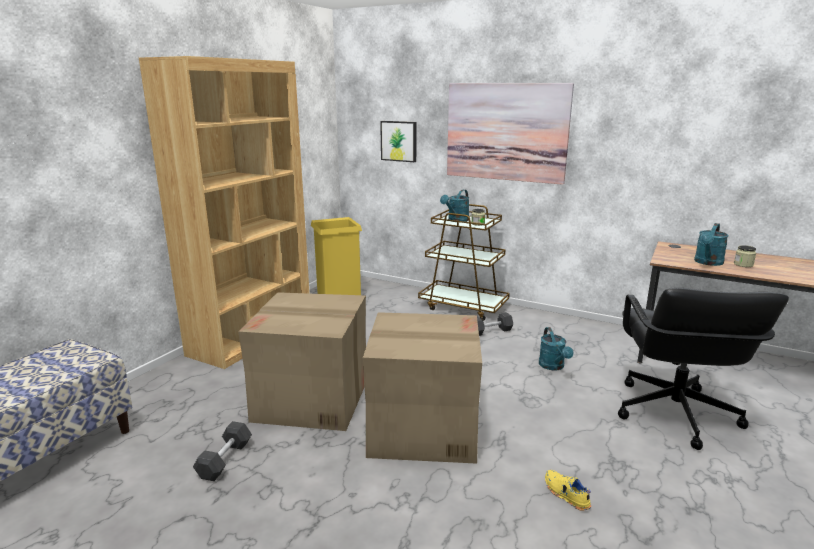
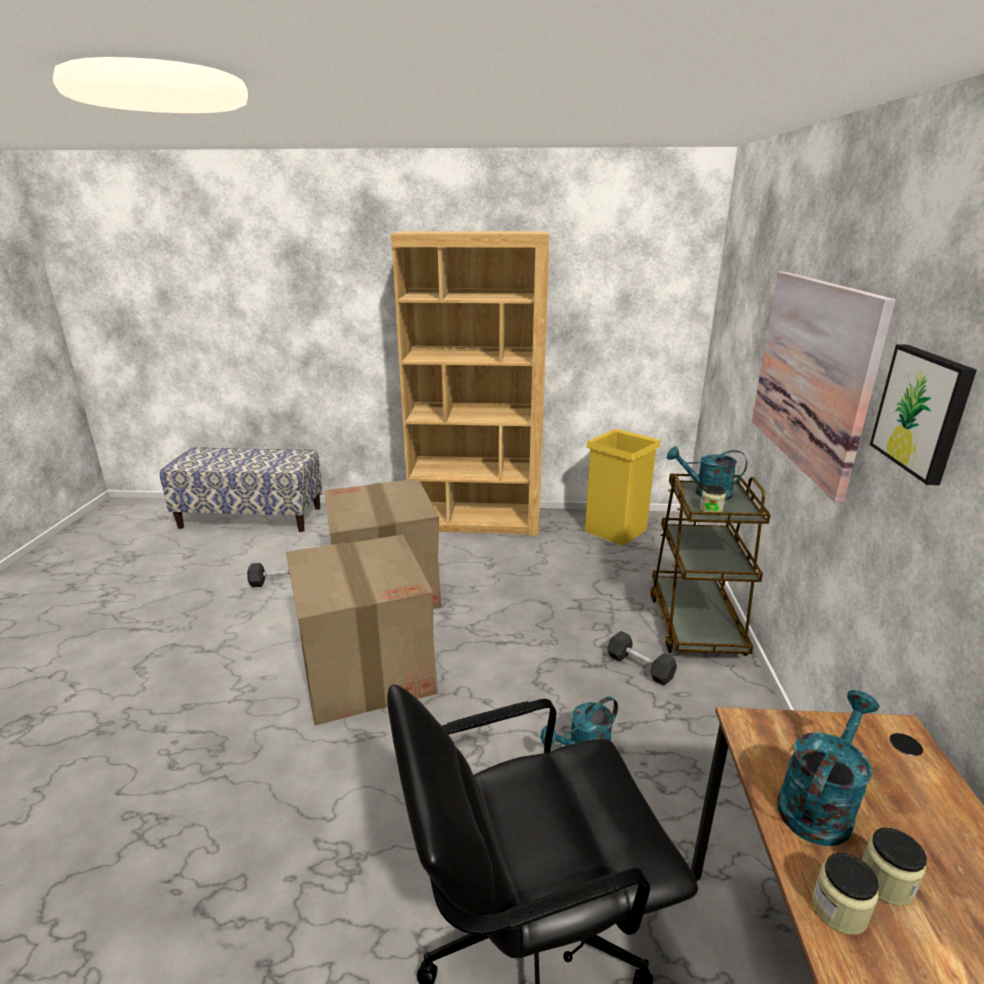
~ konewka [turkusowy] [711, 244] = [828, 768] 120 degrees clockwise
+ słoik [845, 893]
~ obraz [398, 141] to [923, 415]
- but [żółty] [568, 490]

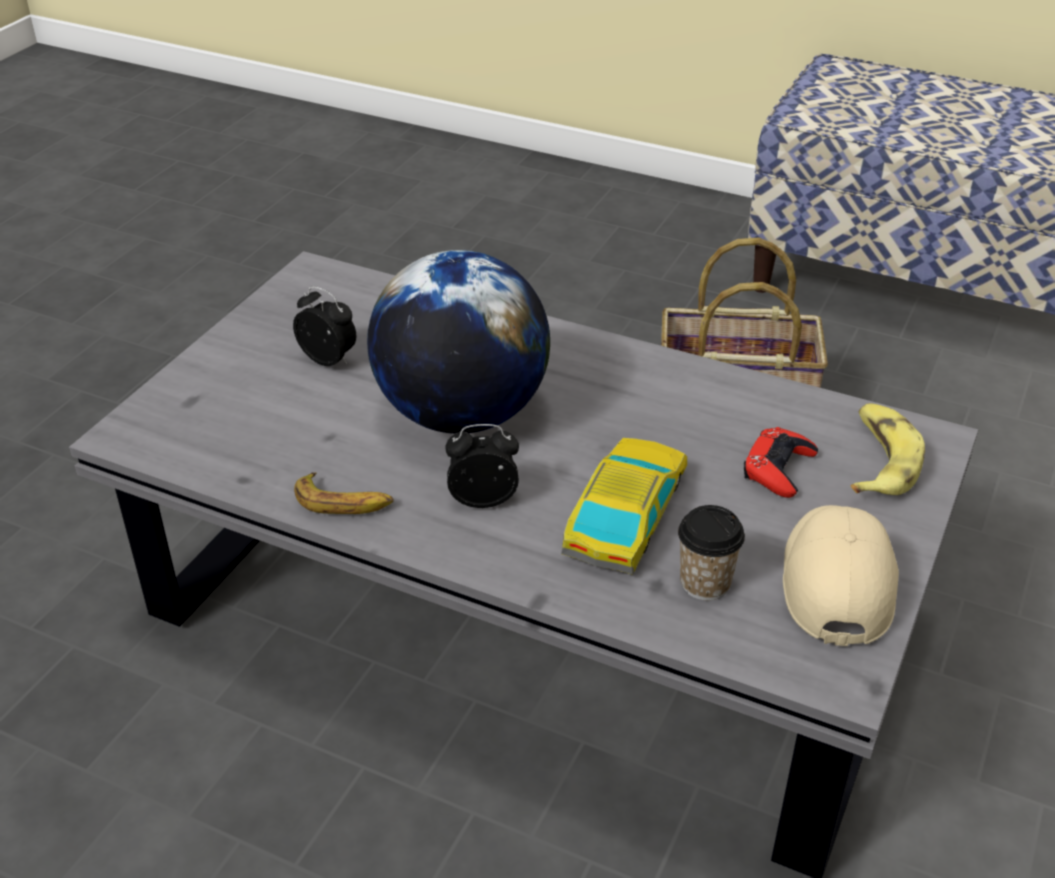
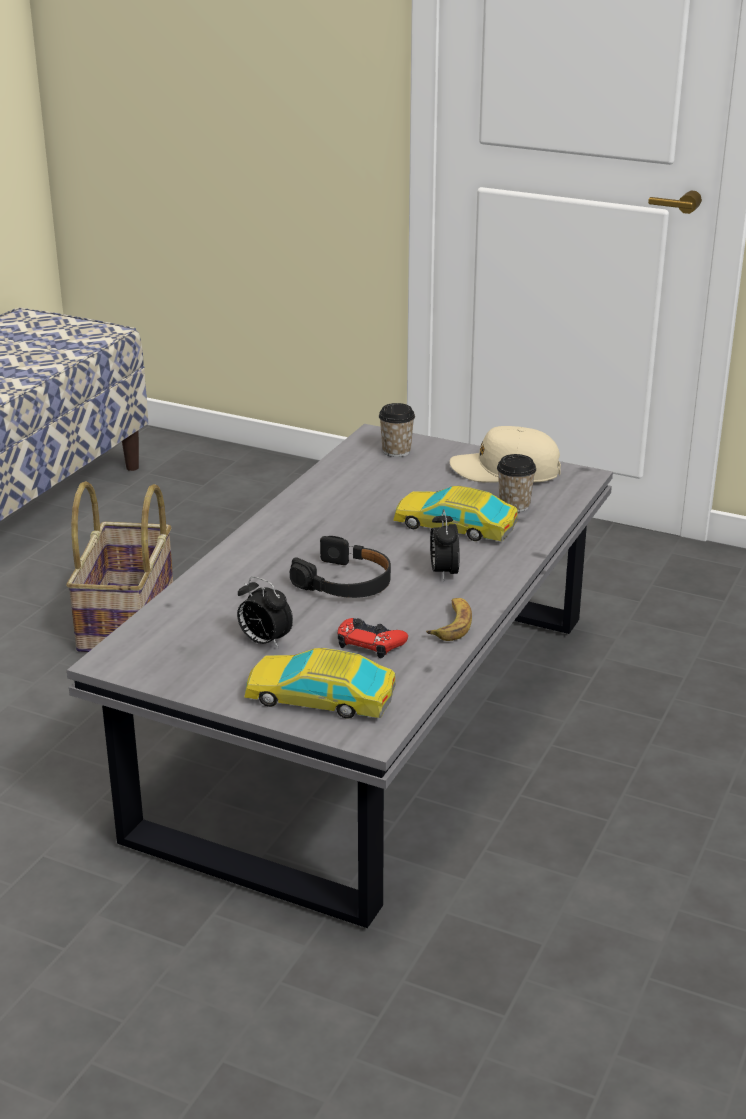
~ budzik [324, 326] = [265, 613] 90 degrees counterclockwise
+ samochodzik [320, 683]
~ globus [458, 342] to słuchawki [czarny] [340, 567]
~ pad do gier [czerwony] [781, 462] to [373, 638]
~ banan [887, 449] to filiżanka [397, 430]

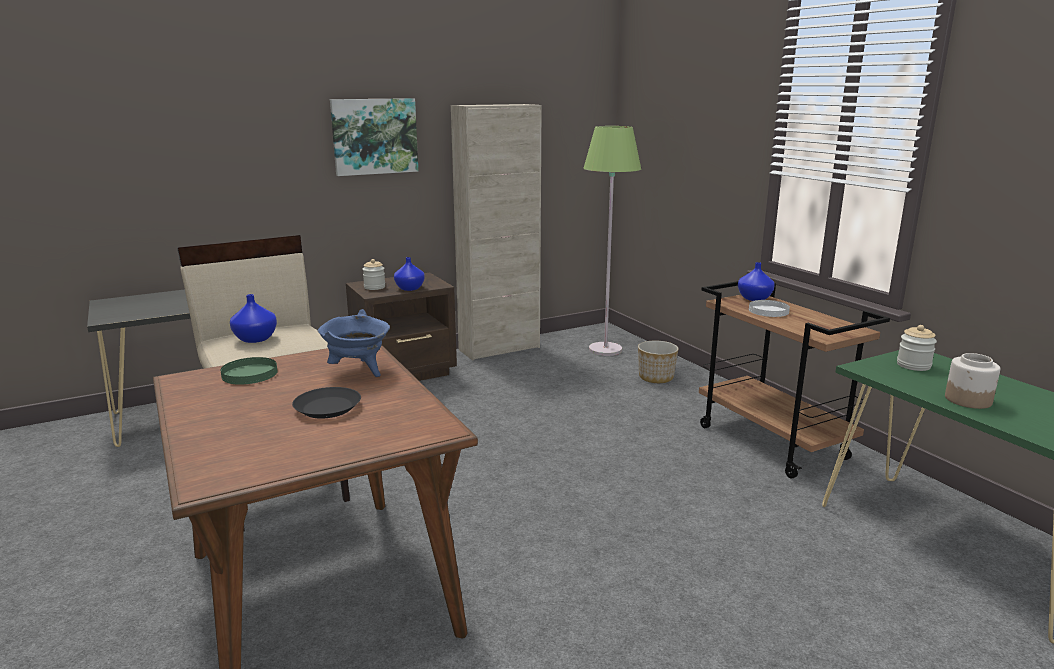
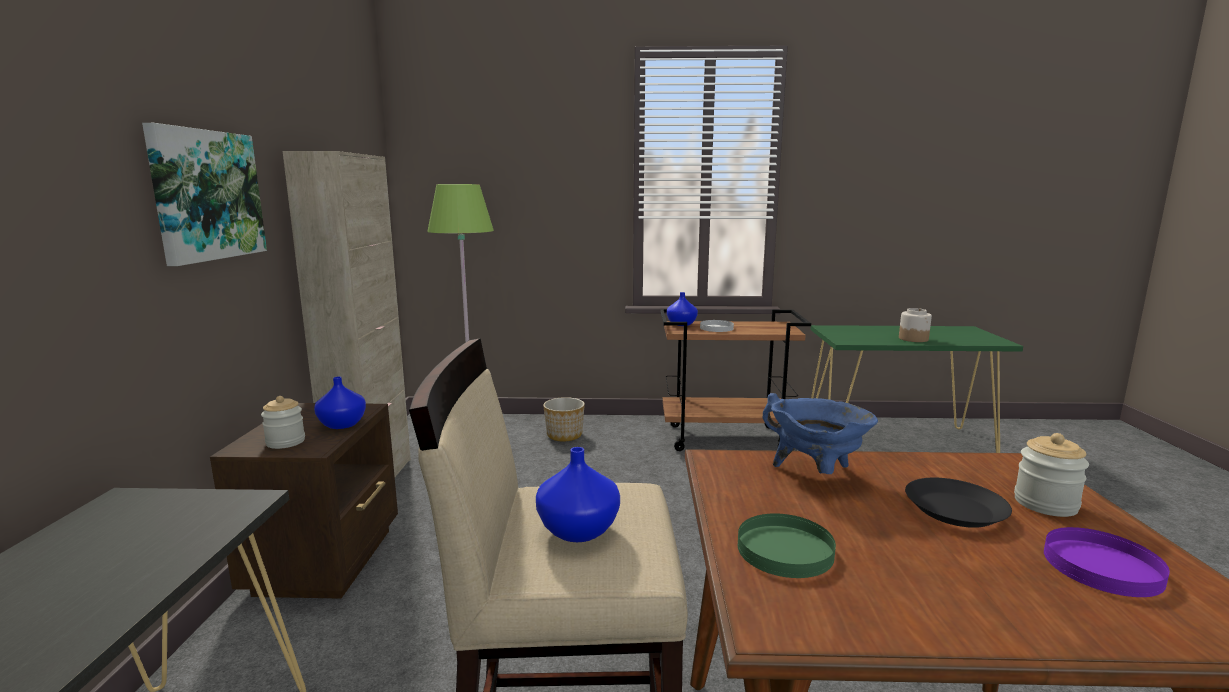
~ słoik [917, 348] to [1051, 475]
+ talerz [fioletowy] [1107, 562]

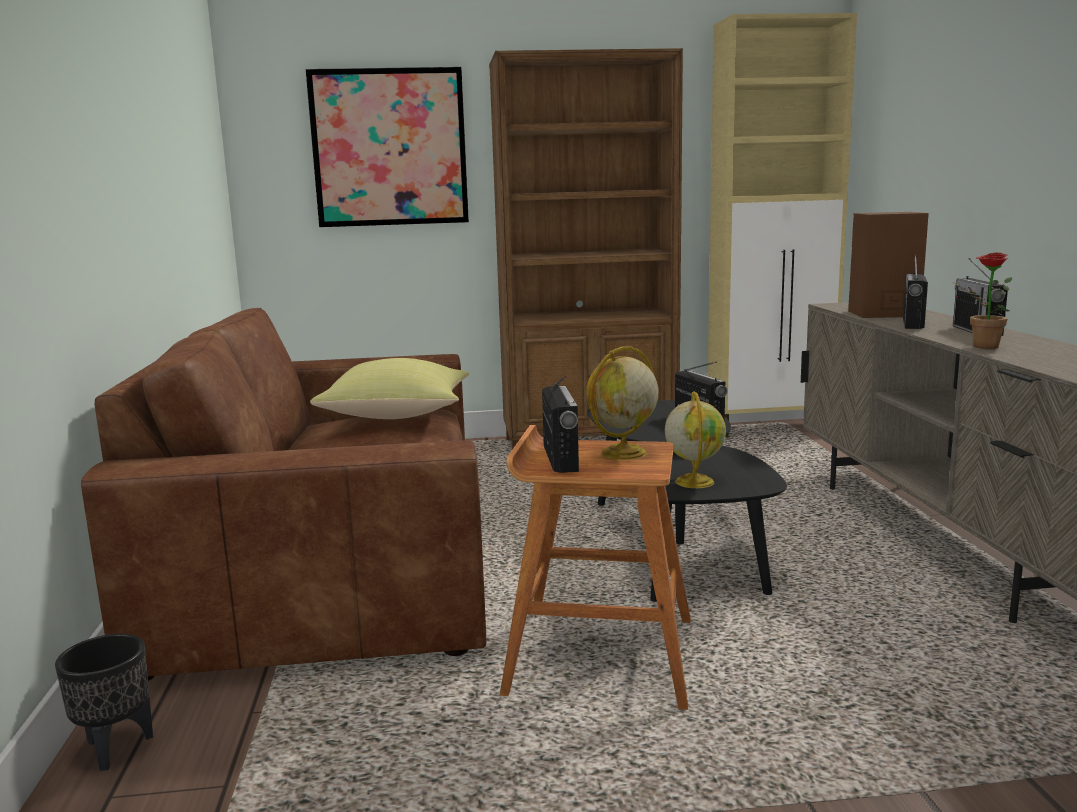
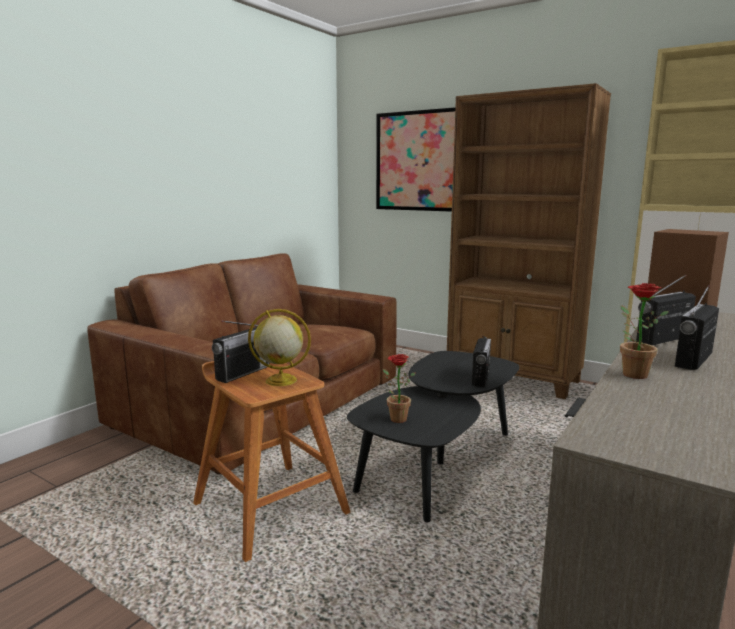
~ globus [695, 440] to roślina doniczkowa [399, 388]
- donica [czarny] [104, 702]
- poduszka [żółty] [389, 388]

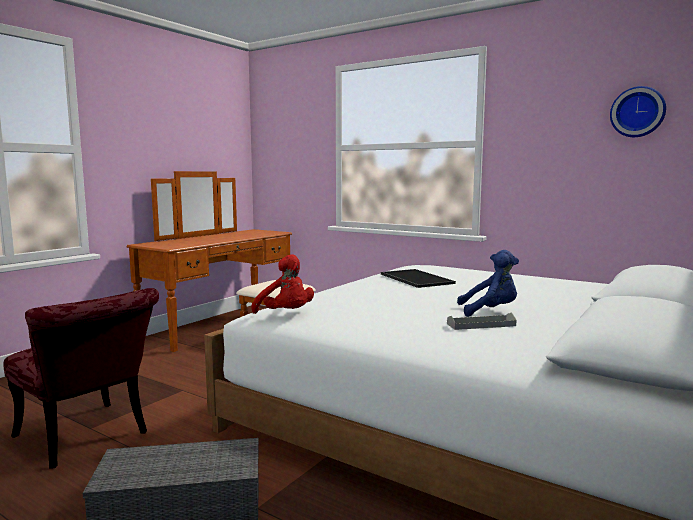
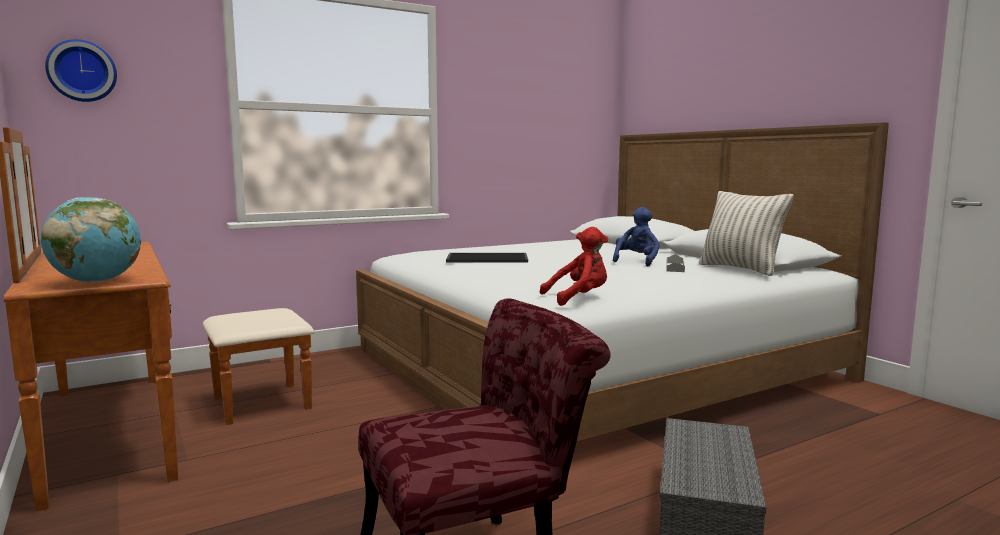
+ globus [91, 240]
~ zegar ścienny [638, 111] to [81, 70]
+ poduszka [746, 233]

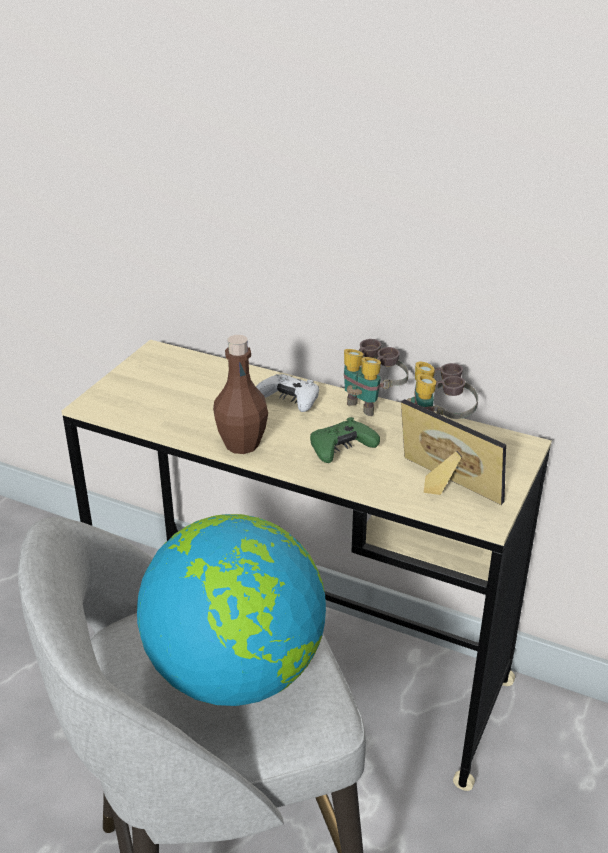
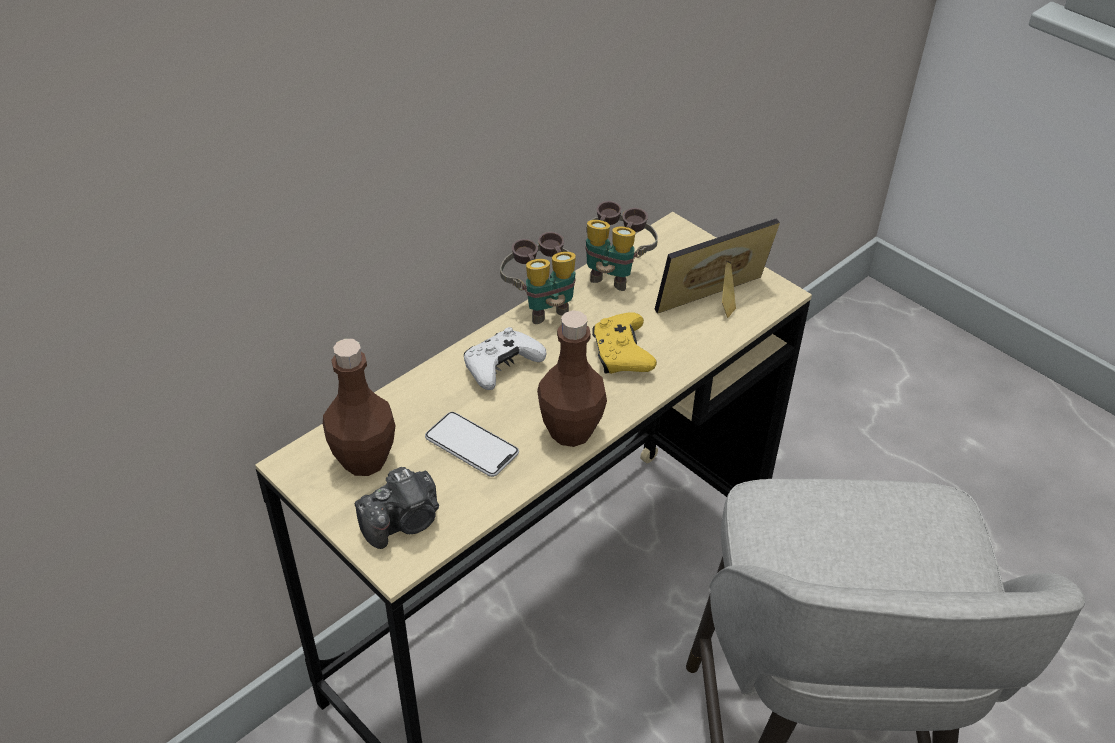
+ butelka [brązowy] [359, 407]
+ aparat fotograficzny [397, 508]
+ telefon [472, 444]
~ pad do gier [zielony] [345, 440] to pad do gier [żółty] [624, 343]
- globus [231, 610]

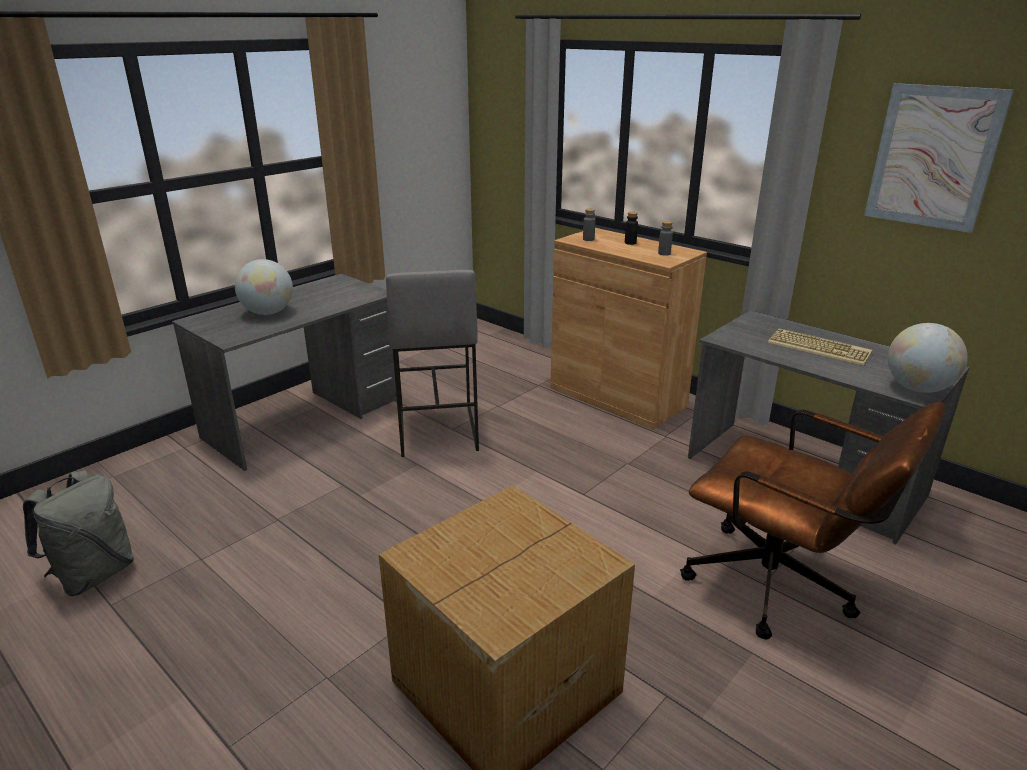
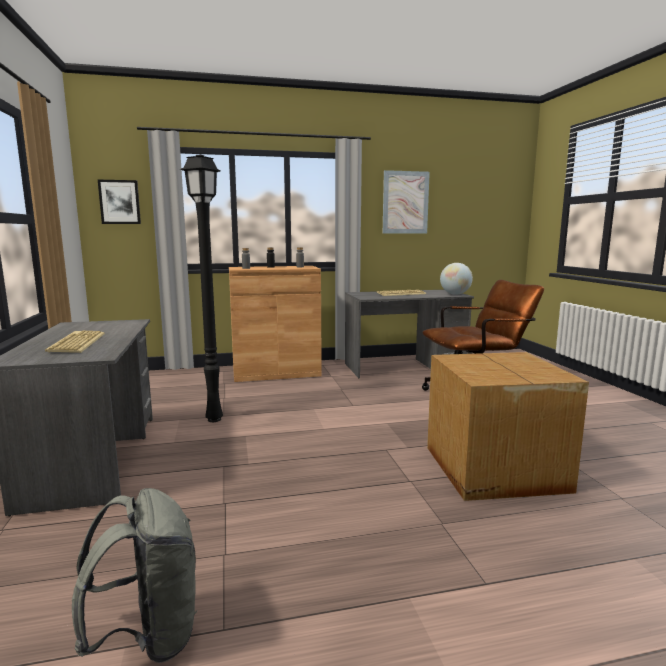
~ globus [264, 287] to klawiatura [75, 341]
+ obraz [119, 202]
~ stołek [szary] [432, 363] to lampa stojąca [czarny] [201, 288]

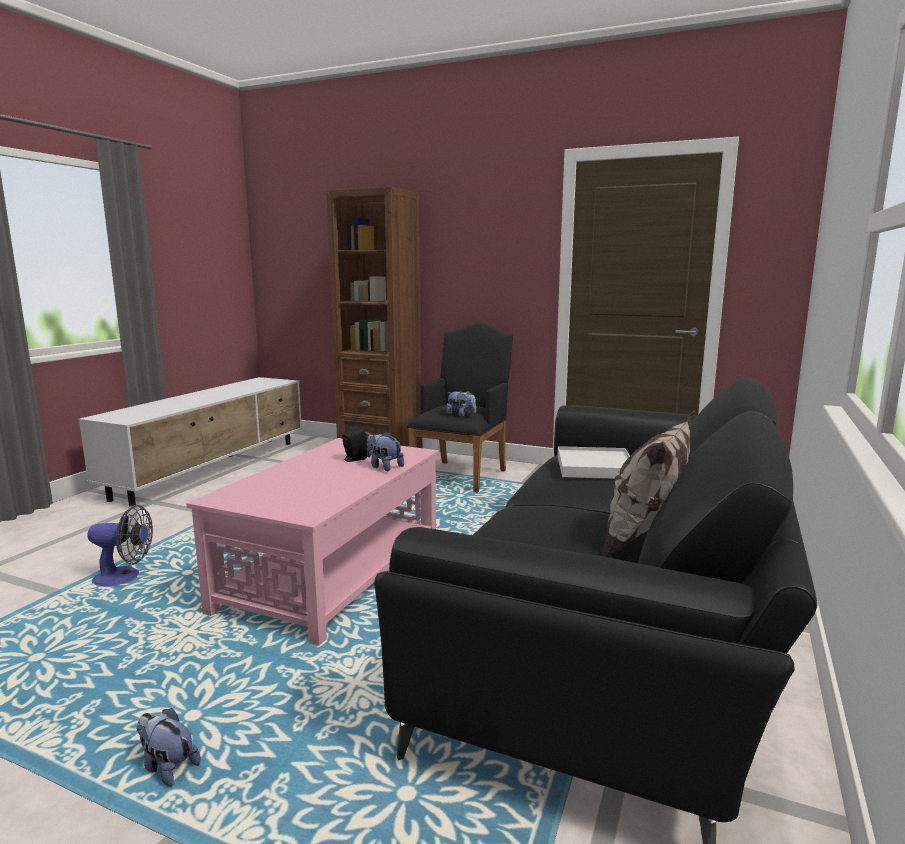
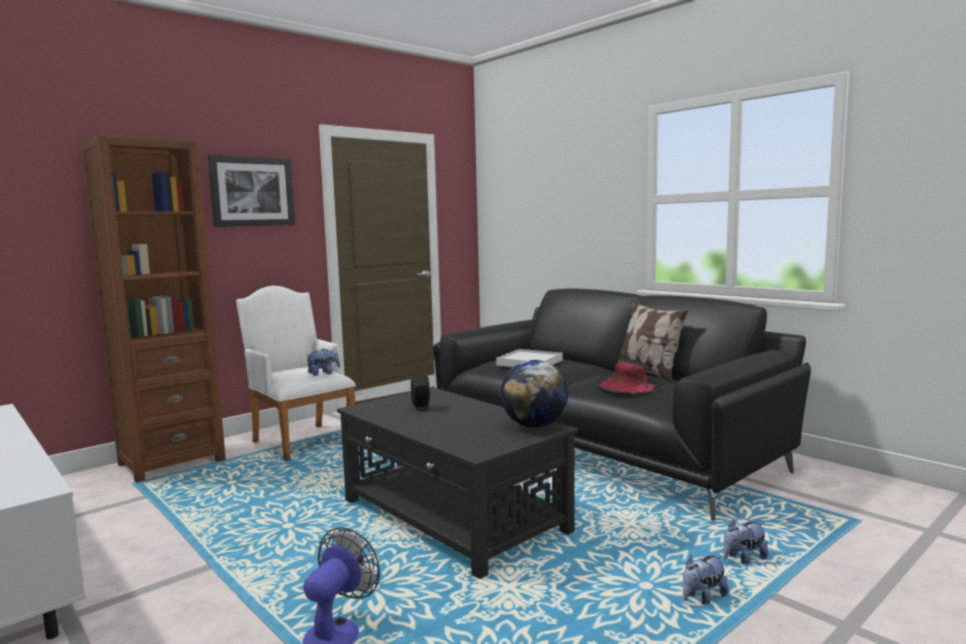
+ obraz [251, 191]
~ fotel [czarny] [460, 408] to fotel [biały] [296, 373]
~ ława [różowy] [312, 542] to ława [czarny] [457, 483]
+ globus [534, 394]
+ kapelusz [czarny] [630, 376]
~ pluszak [385, 451] to [745, 541]

